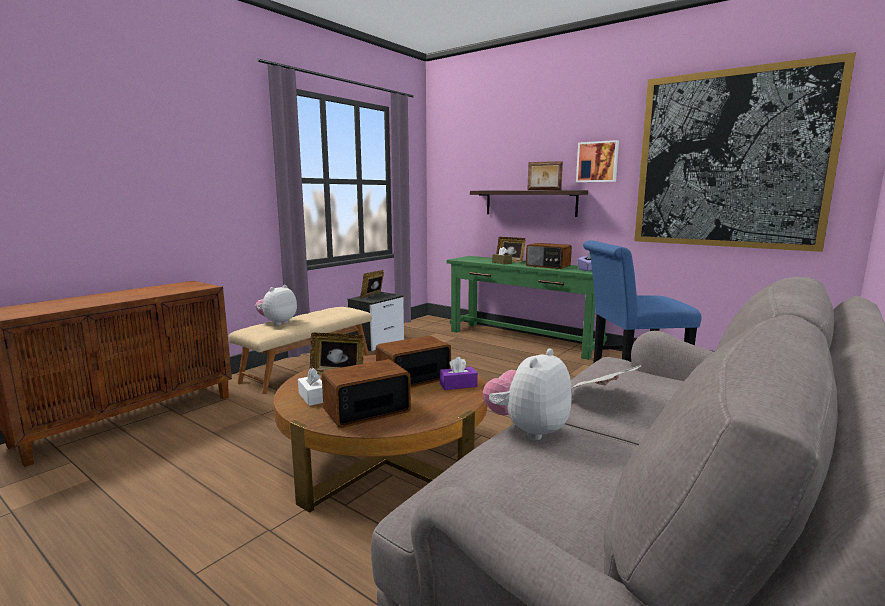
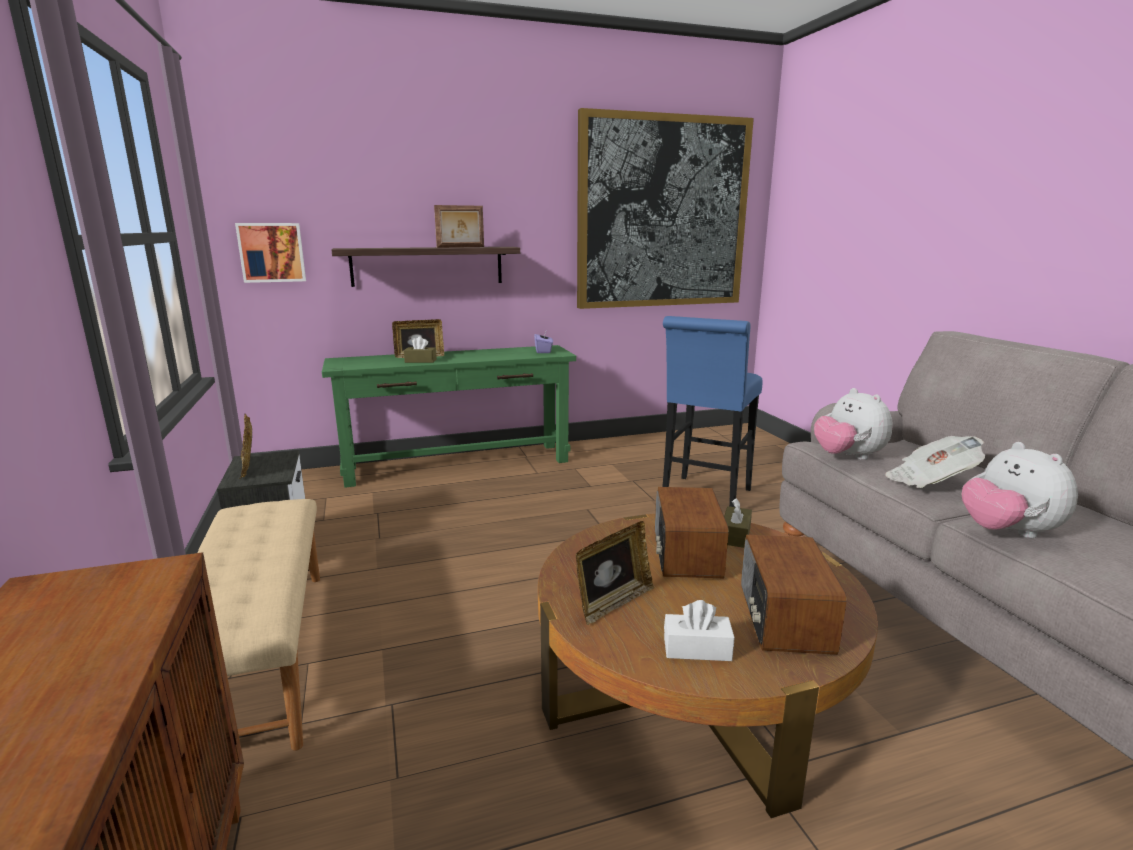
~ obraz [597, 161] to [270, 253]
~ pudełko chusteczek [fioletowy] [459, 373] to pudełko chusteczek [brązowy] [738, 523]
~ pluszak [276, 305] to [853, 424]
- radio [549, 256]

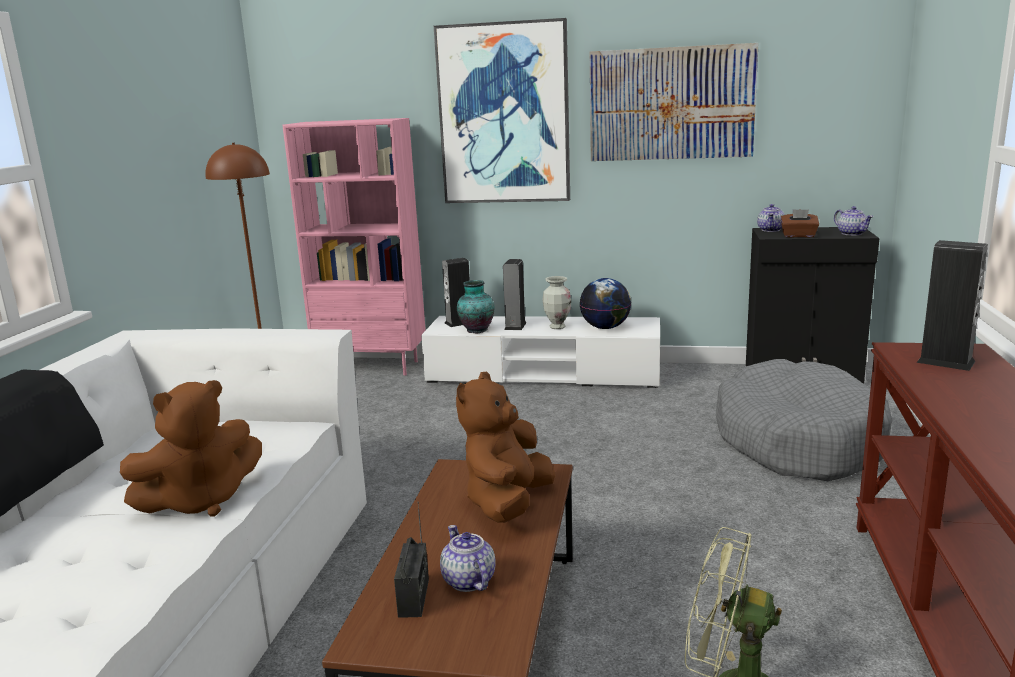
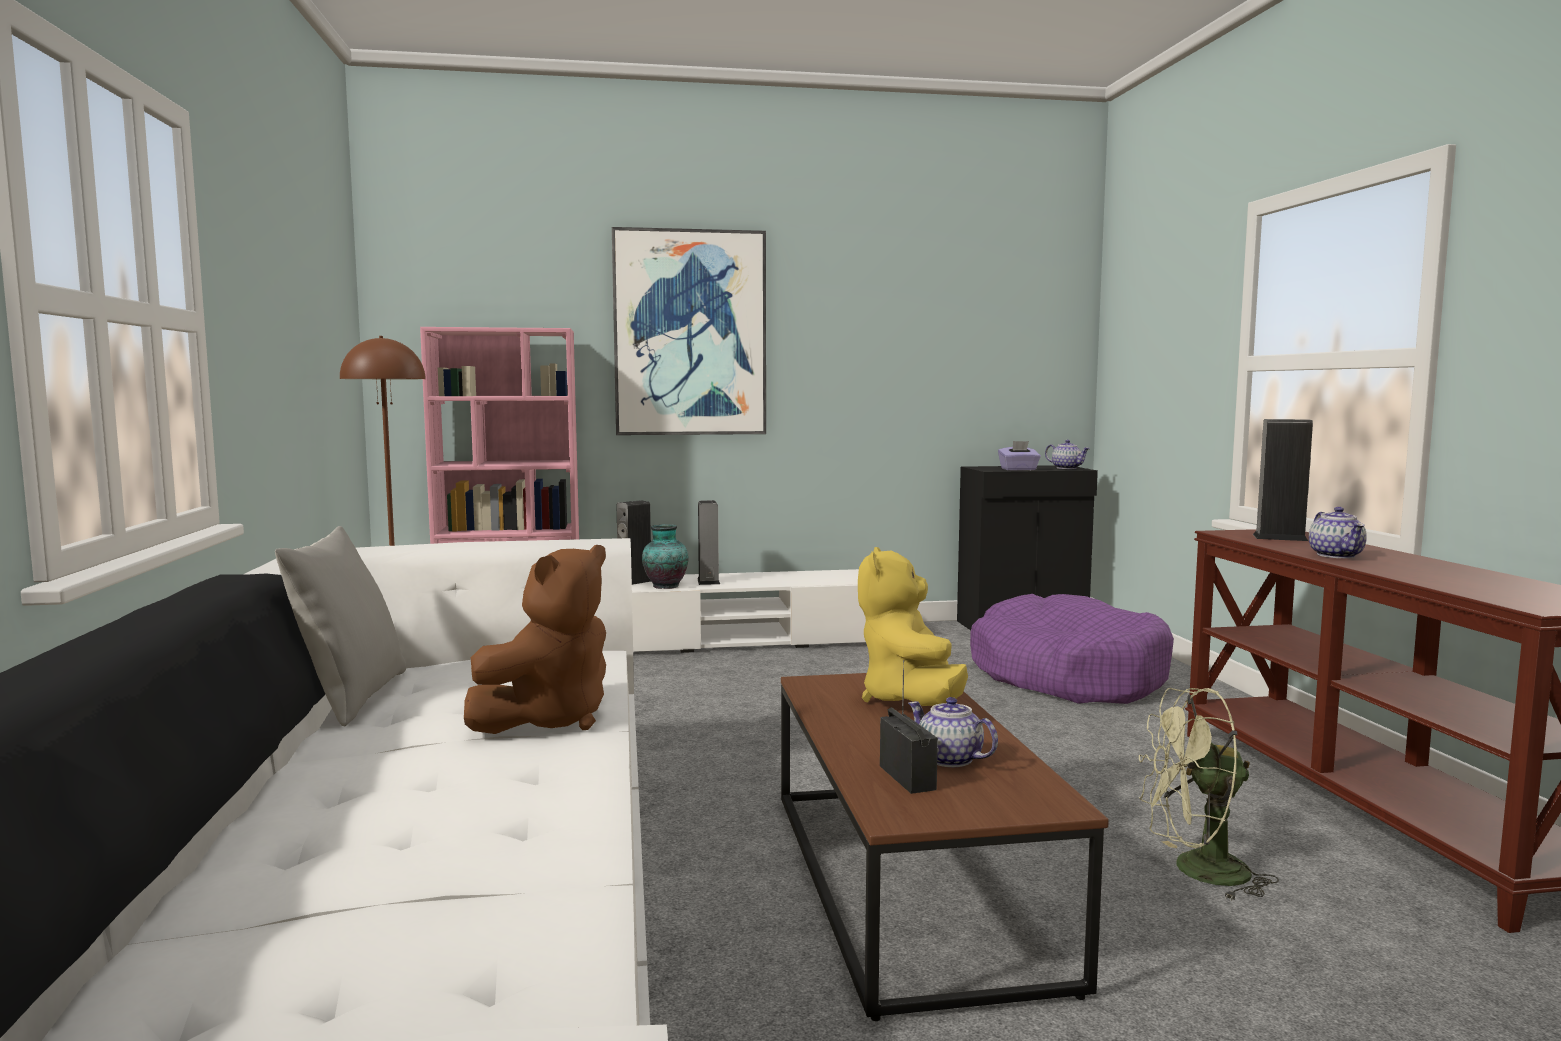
+ poduszka [szary] [340, 626]
~ pluszak [brązowy] [505, 447] to pluszak [żółty] [913, 626]
~ legowisko [szary] [804, 420] to legowisko [fioletowy] [1072, 649]
~ pudełko chusteczek [brązowy] [799, 223] to pudełko chusteczek [fioletowy] [1019, 456]
~ imbryk [771, 218] to [1338, 532]
- wazon [557, 302]
- globus [605, 303]
- obraz [674, 102]

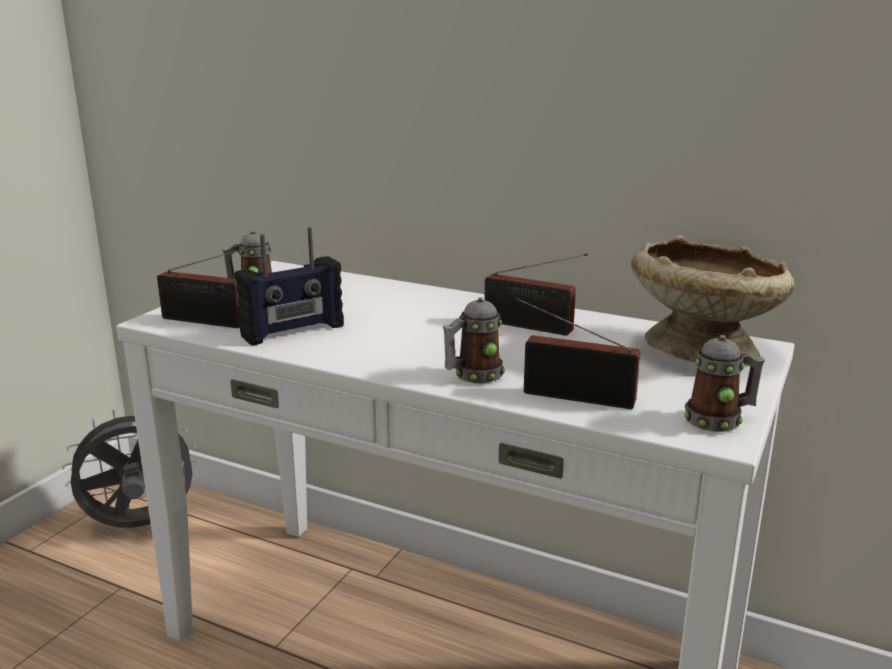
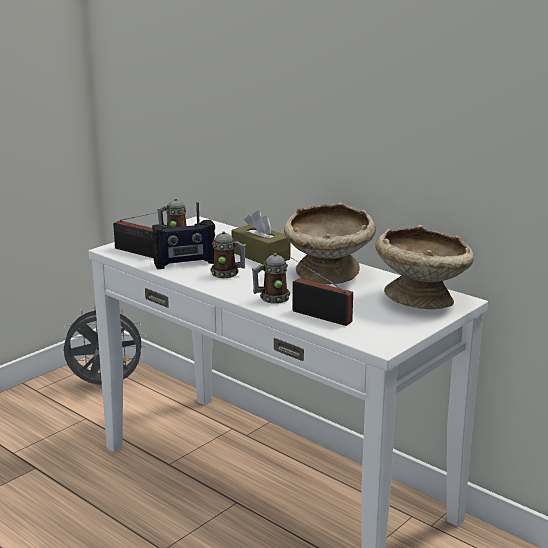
~ kubek [724, 383] to [228, 254]
+ pudełko chusteczek [brązowy] [260, 238]
~ radio [536, 295] to miska [beżowy] [330, 243]

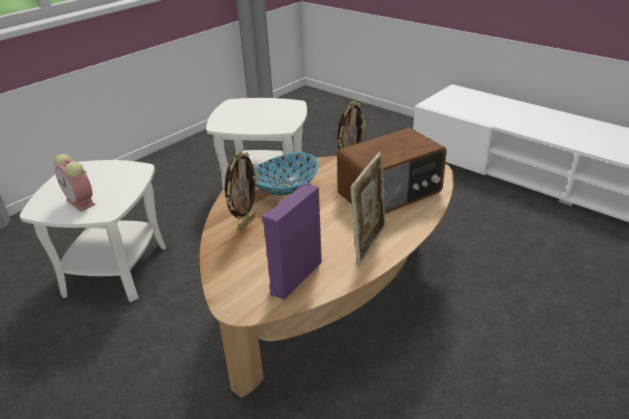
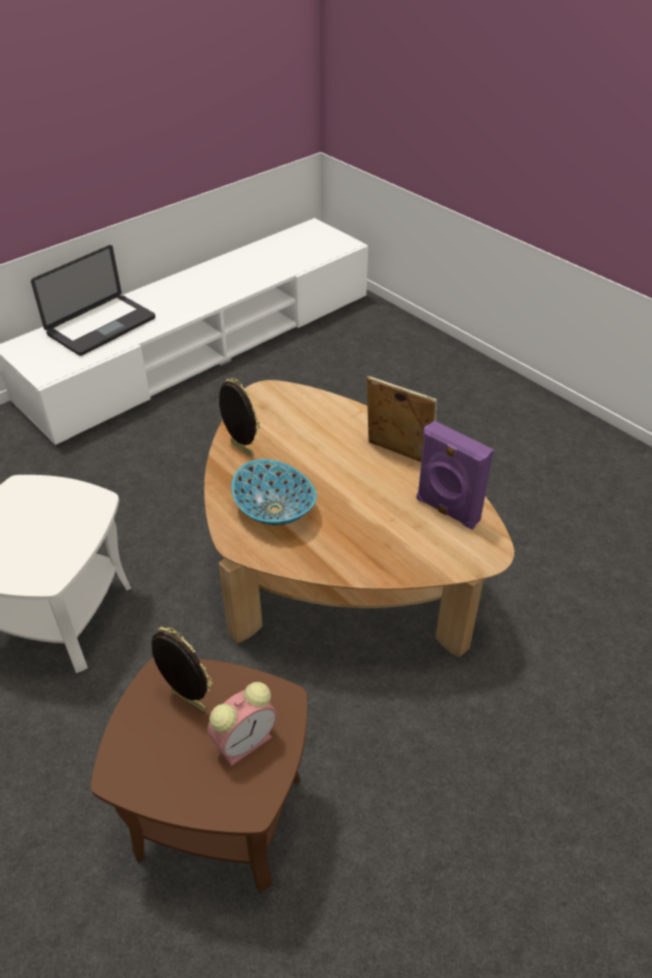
+ laptop [93, 300]
~ stolik [biały] [93, 231] to stolik [brązowy] [199, 775]
~ ramka na zdjęcie [241, 191] to [182, 668]
- radio [392, 170]

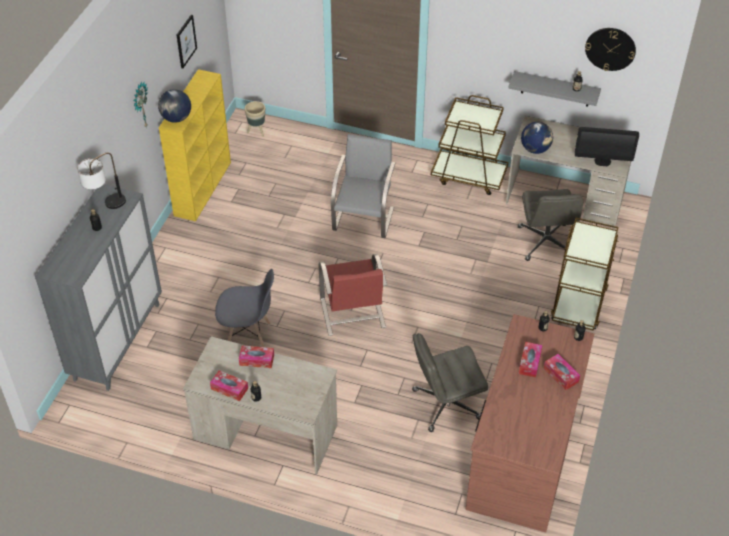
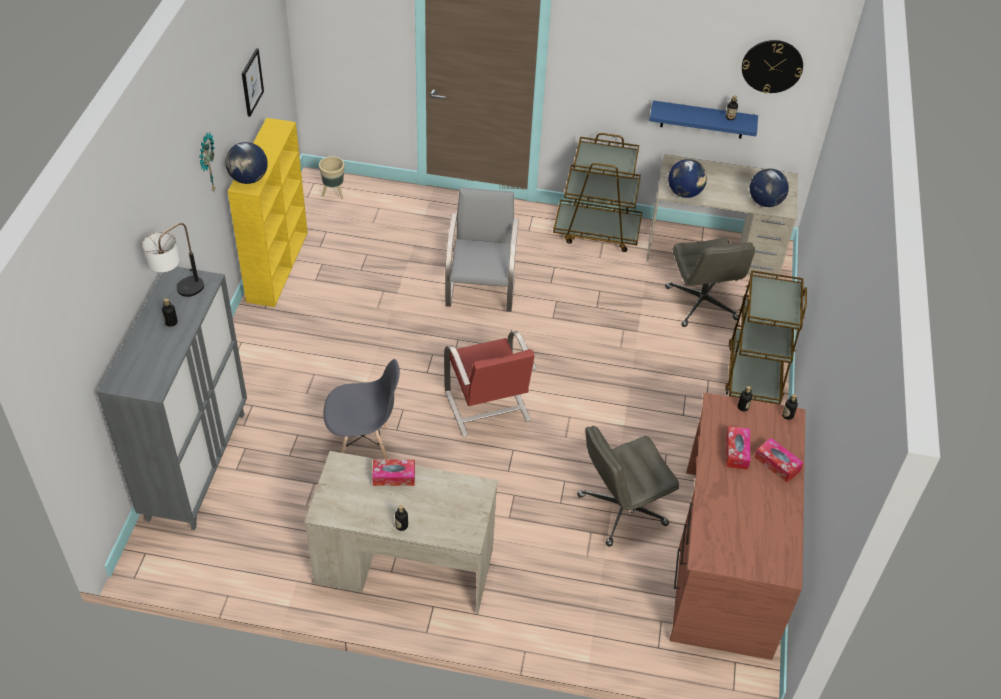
~ półka [szary] [555, 89] to półka [niebieski] [703, 120]
~ monitor [607, 146] to globus [769, 188]
- pudełko chusteczek [229, 385]

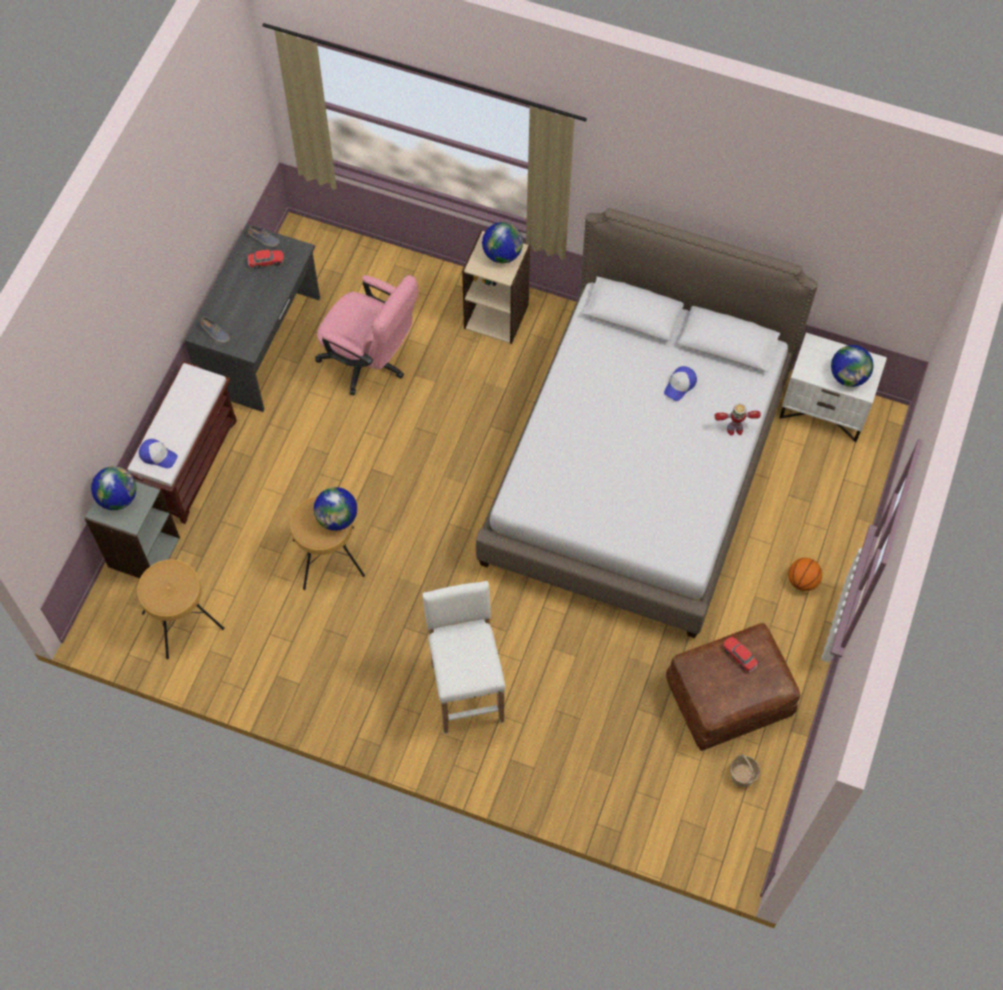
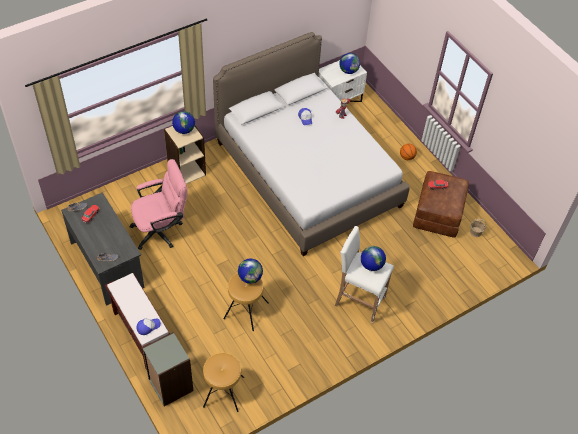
~ globus [114, 488] to [373, 258]

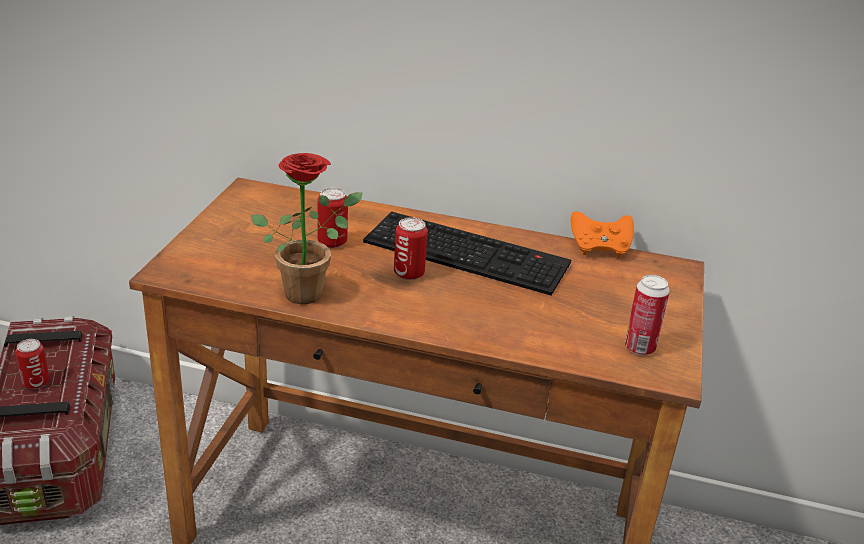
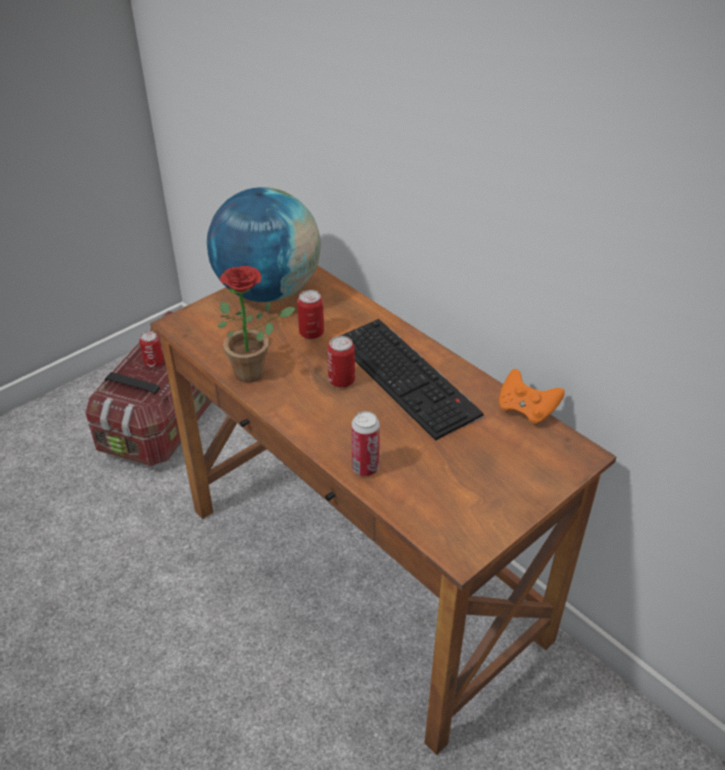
+ globus [264, 244]
~ puszka [647, 315] to [365, 443]

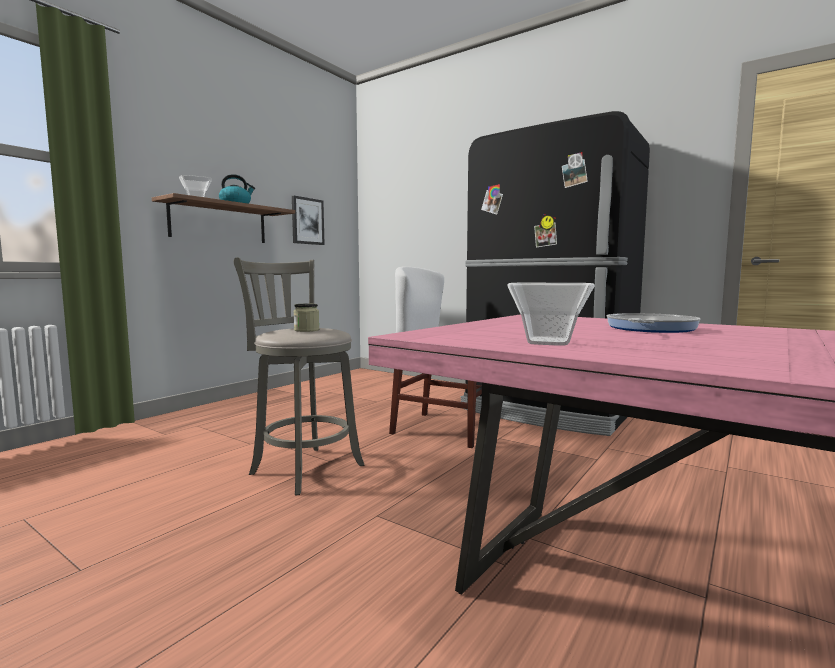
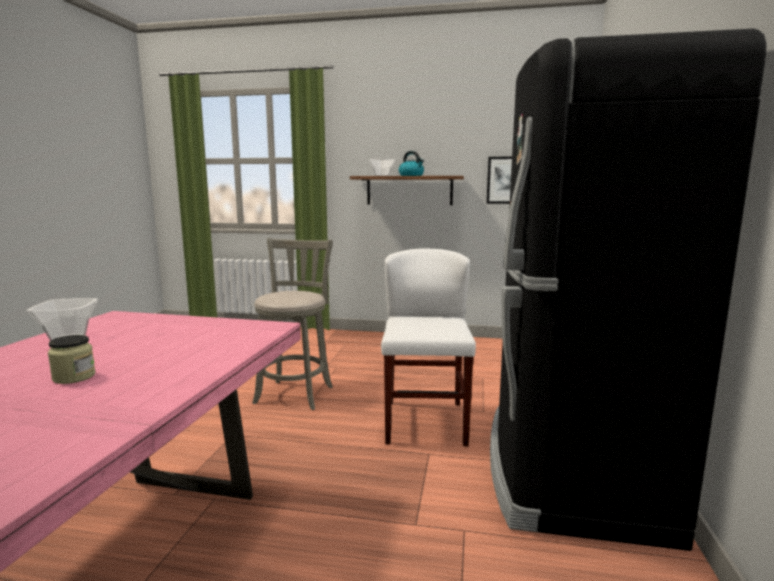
~ słoik [306, 318] to [71, 359]
- patelnia [654, 323]

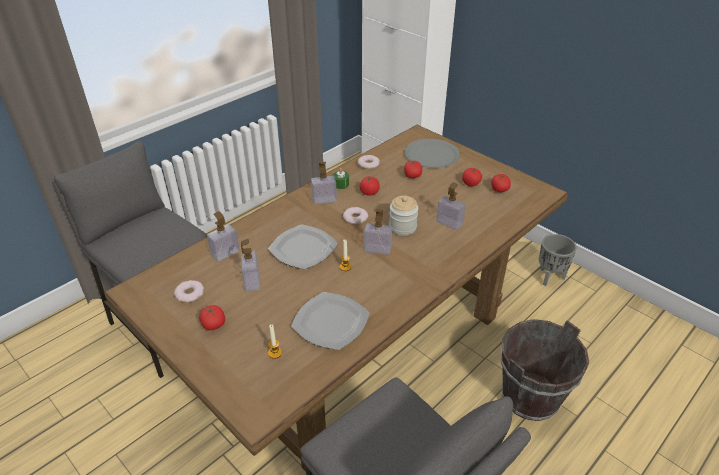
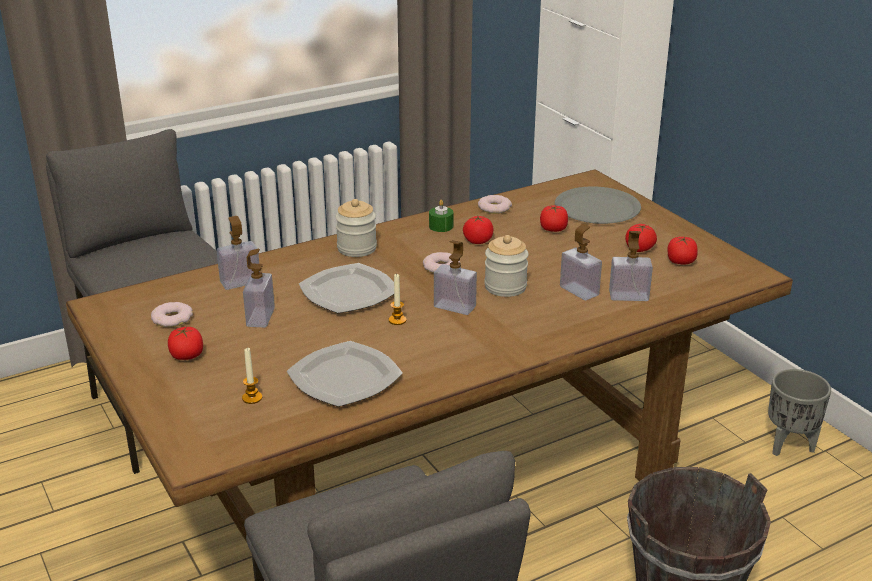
+ słoik [356, 228]
~ dozownik mydła [324, 183] to [631, 266]

